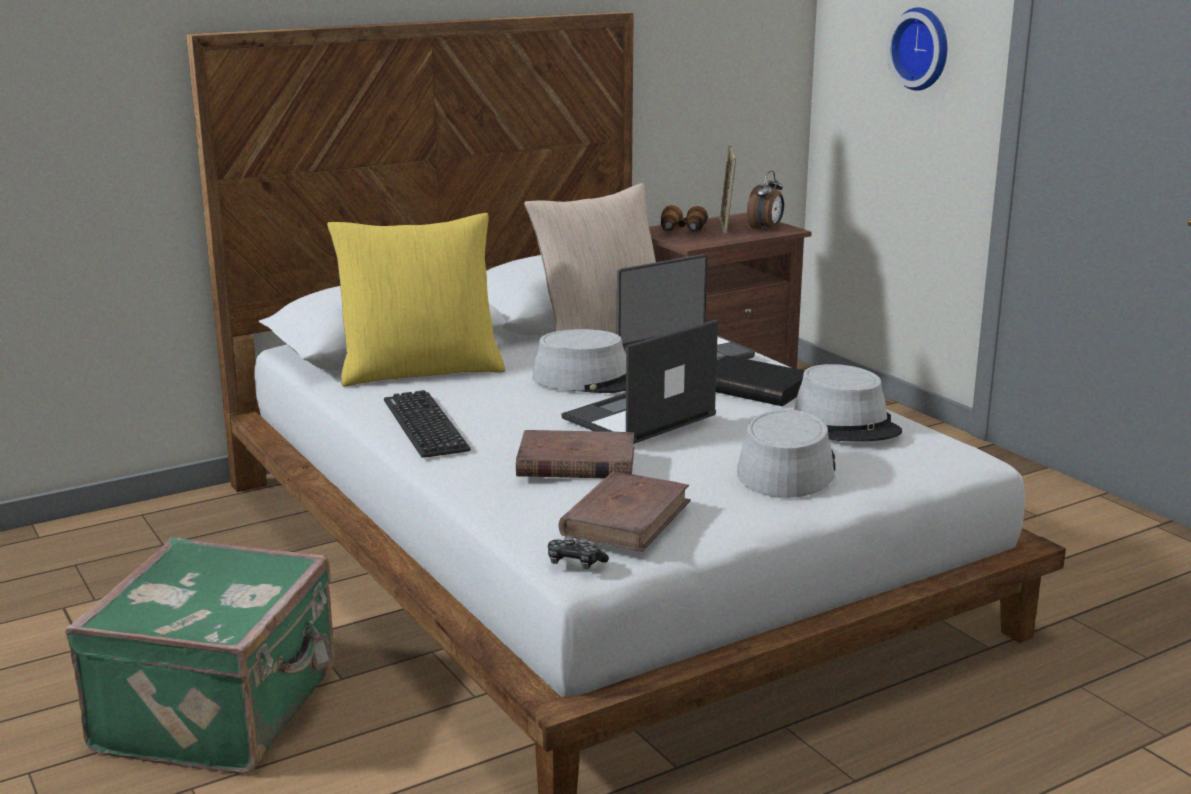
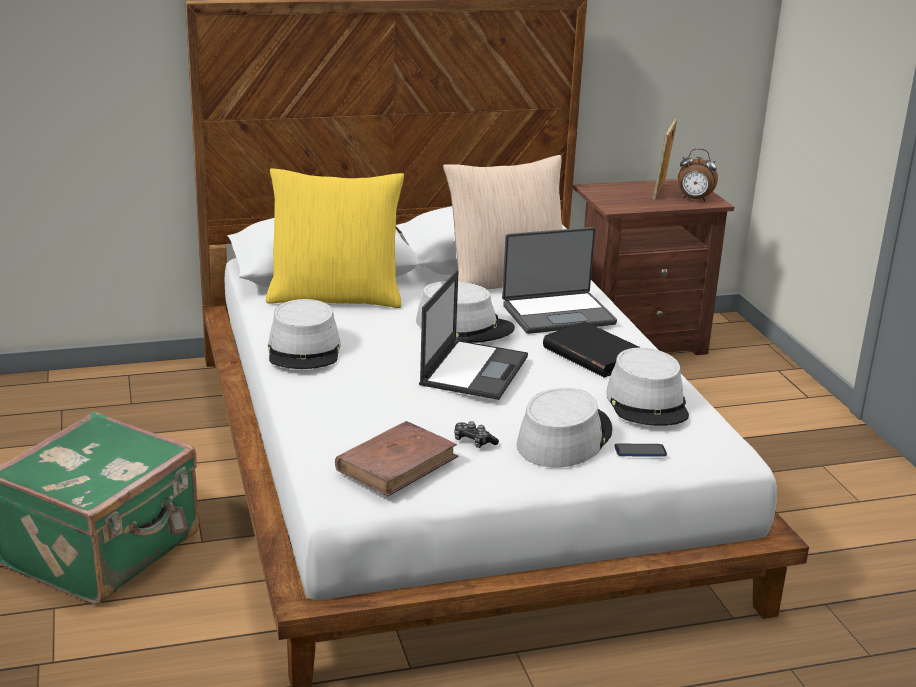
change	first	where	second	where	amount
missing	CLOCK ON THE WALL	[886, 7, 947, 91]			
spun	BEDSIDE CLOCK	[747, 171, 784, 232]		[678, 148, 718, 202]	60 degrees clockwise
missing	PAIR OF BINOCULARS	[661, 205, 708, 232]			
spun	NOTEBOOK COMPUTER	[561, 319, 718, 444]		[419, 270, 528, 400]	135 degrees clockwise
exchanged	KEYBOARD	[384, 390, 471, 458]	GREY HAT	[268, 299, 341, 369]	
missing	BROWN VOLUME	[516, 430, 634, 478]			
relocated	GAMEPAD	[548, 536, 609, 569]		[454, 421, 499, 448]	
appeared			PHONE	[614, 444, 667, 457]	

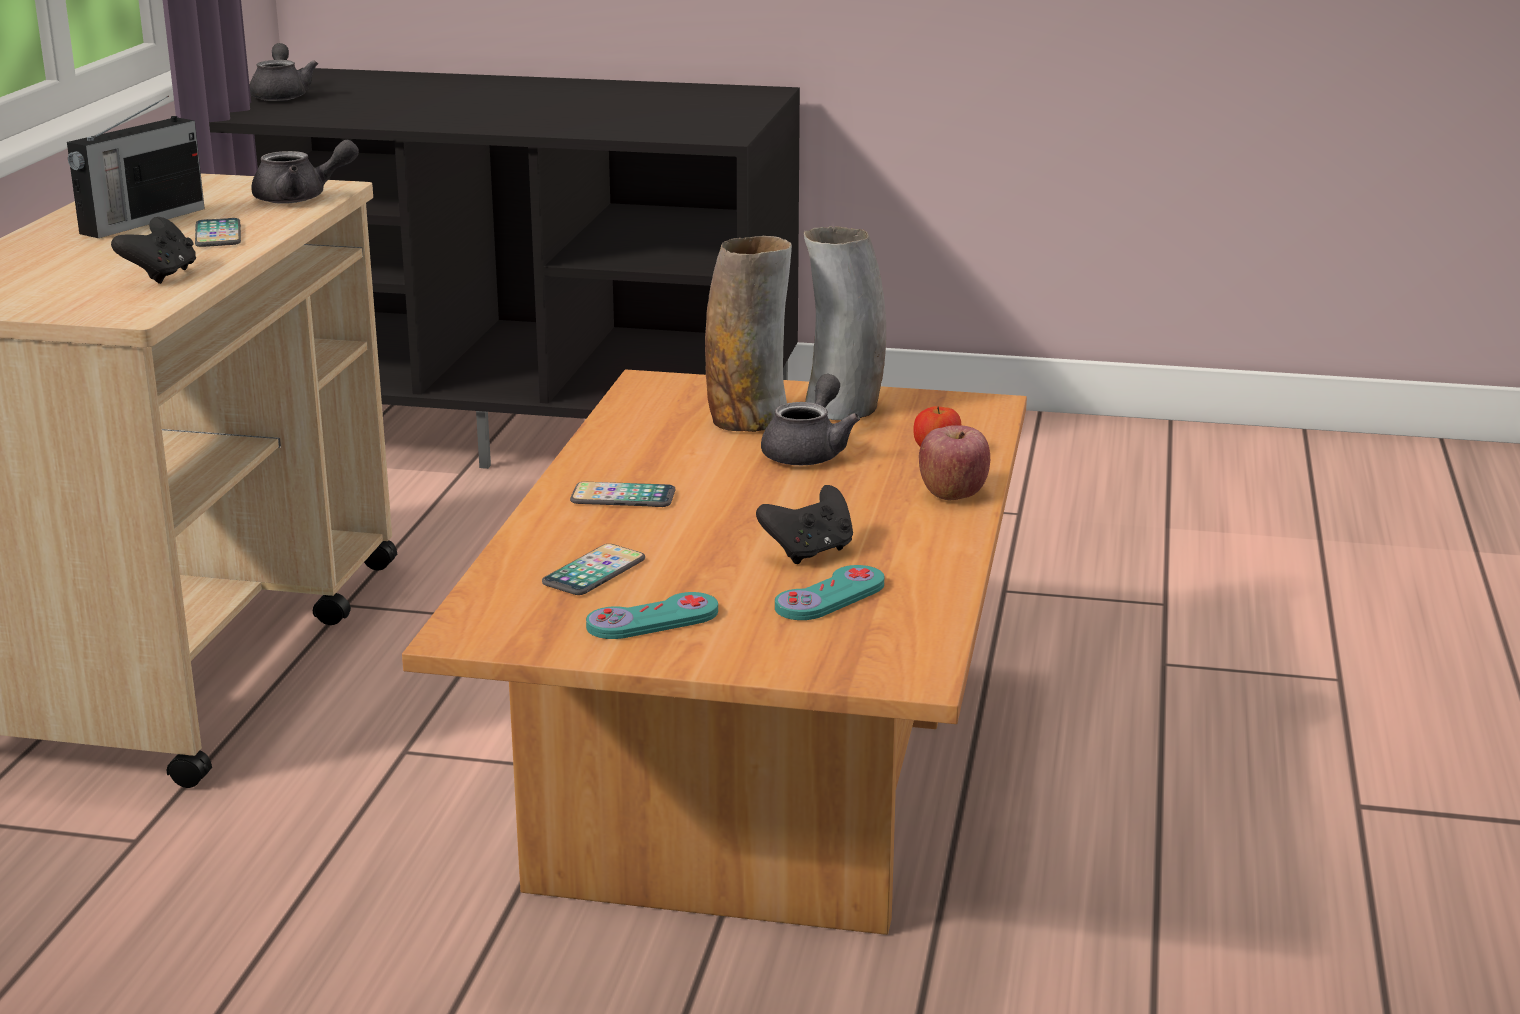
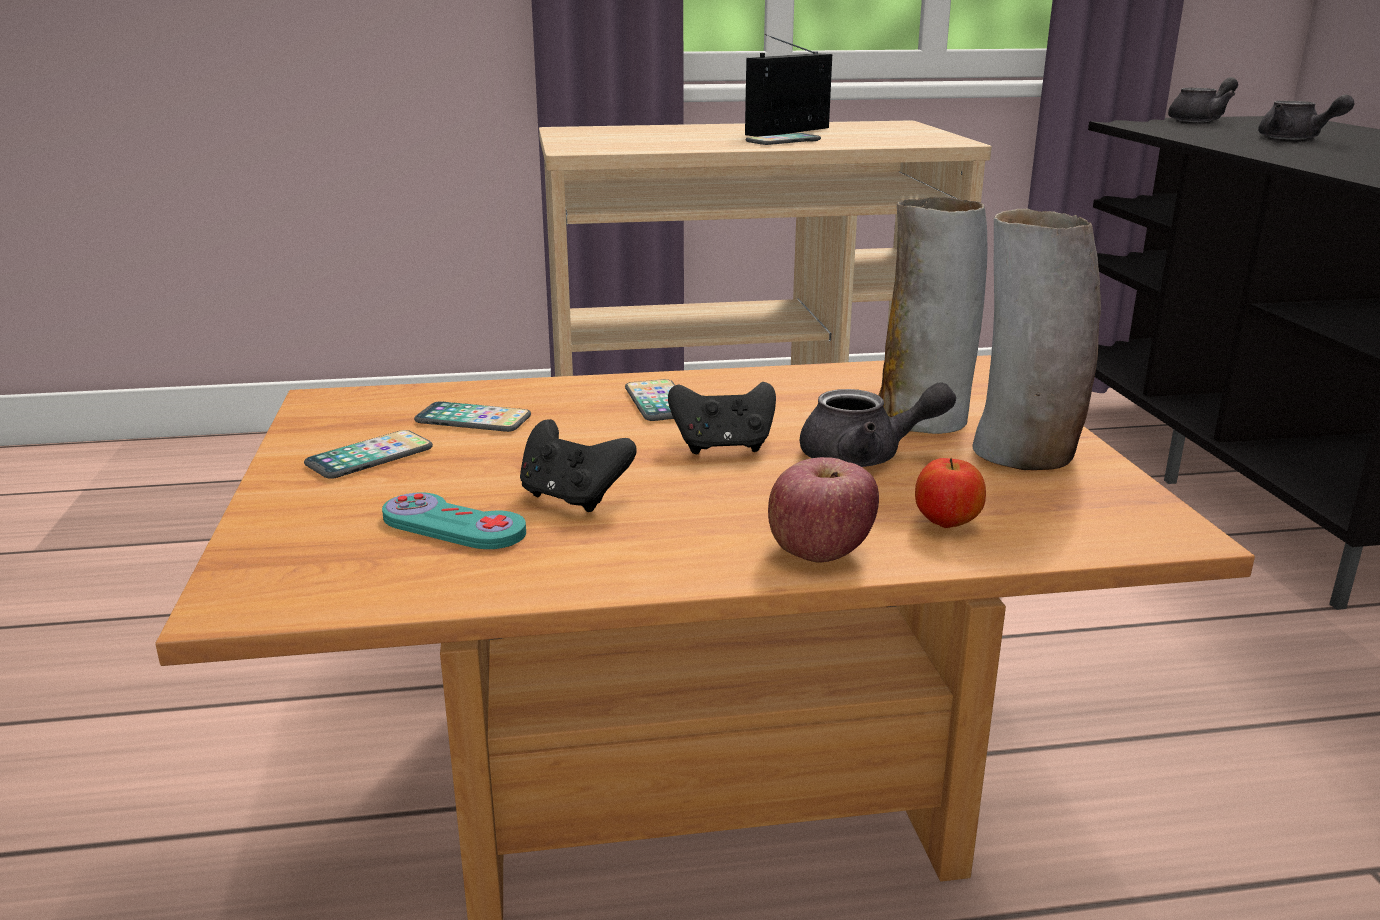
change	first	where	second	where	amount
spun	RADIO	[67, 96, 205, 238]		[745, 34, 832, 137]	120 degrees clockwise
relocated	GREY TEA POT	[251, 140, 359, 204]		[1258, 95, 1355, 140]	
relocated	BLACK-COLOURED GAMEPAD	[111, 217, 196, 284]		[668, 382, 776, 455]	
exchanged	BLUE-GREEN GAMEPAD	[586, 592, 718, 639]	PHONE	[304, 430, 433, 479]	

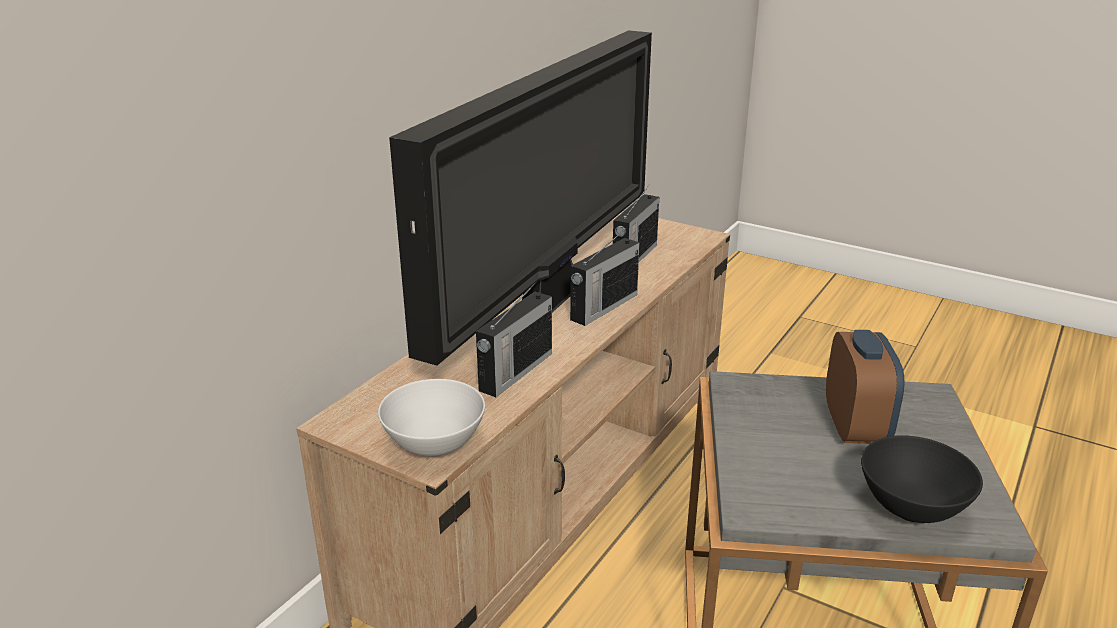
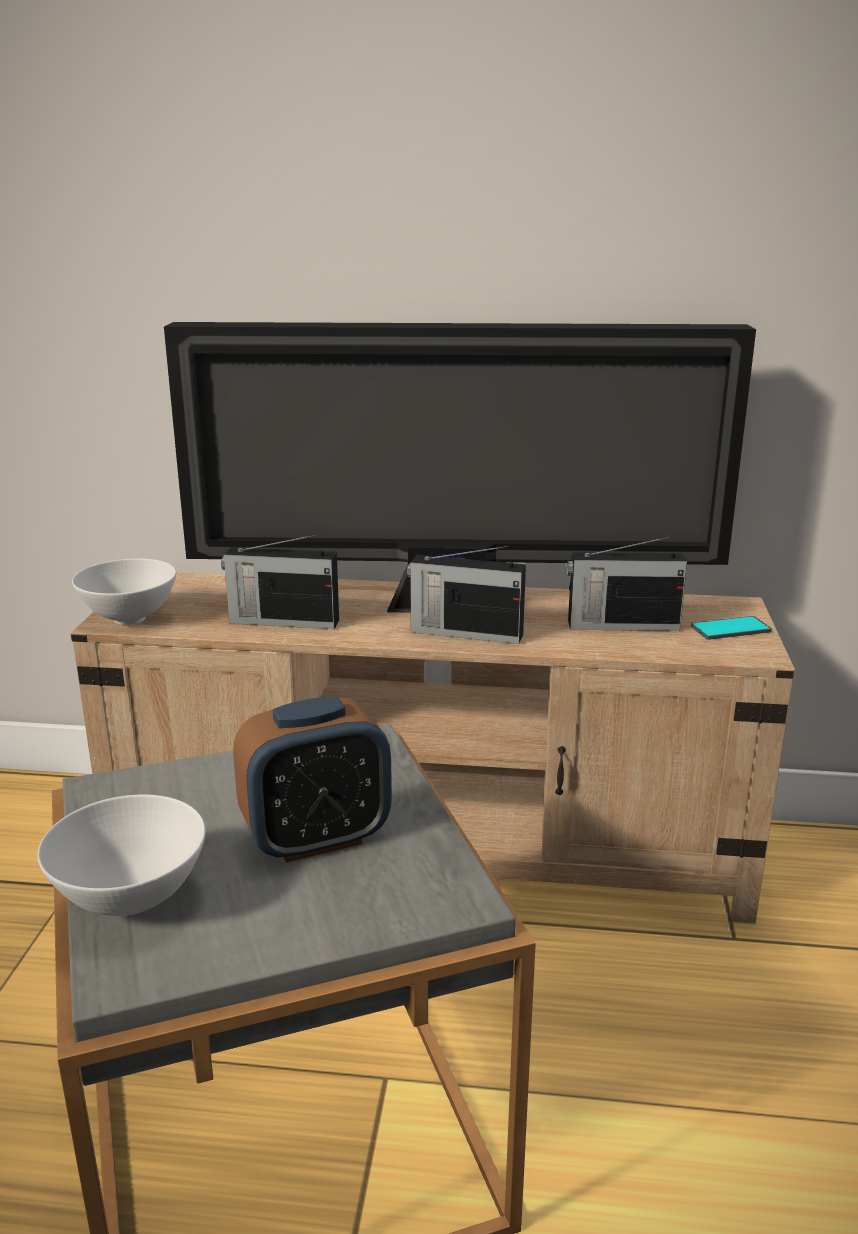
change	first	where	second	where	amount
colour	BLACK-COLOURED DEEP DISH	[861, 435, 983, 523]	WHITE DEEP DISH	[37, 794, 206, 916]	
appeared			PHONE	[691, 616, 772, 640]	

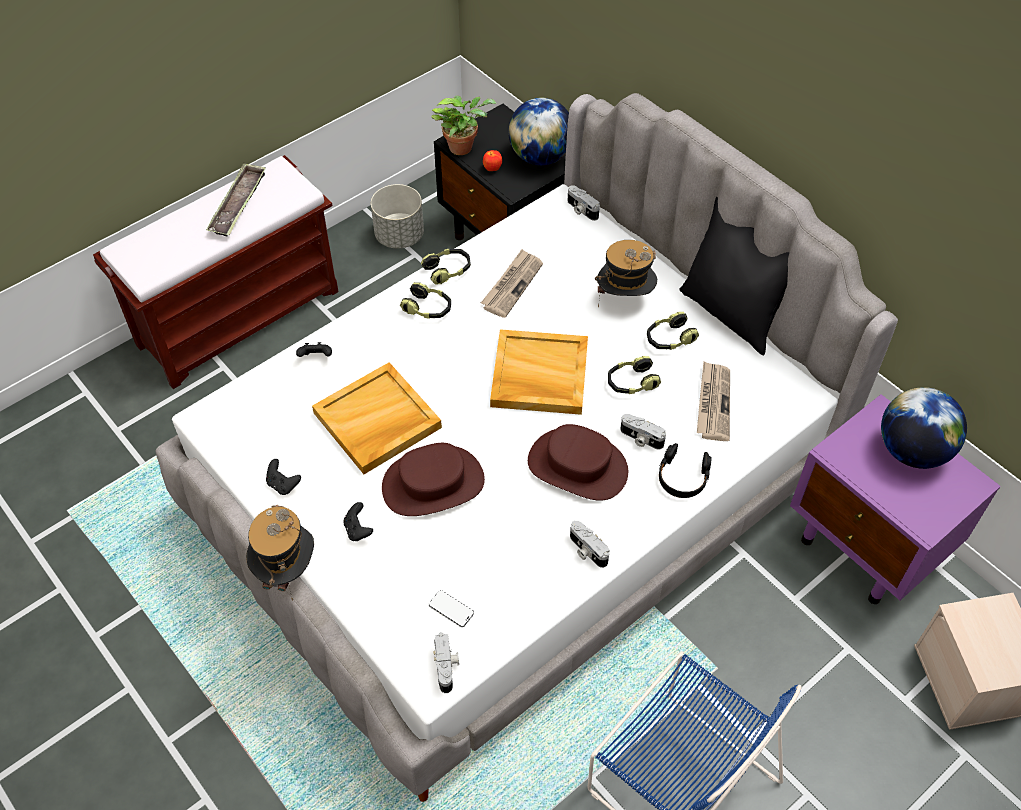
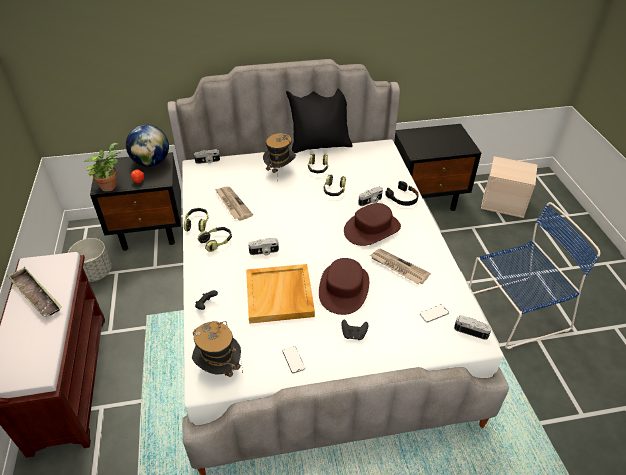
change	first	where	second	where	amount
missing	BEIGE CARRYING TRAY	[490, 329, 588, 415]			
relocated	PRINTED PAPER	[697, 361, 730, 441]		[370, 249, 431, 284]	
missing	DESK GLOBE	[881, 387, 967, 469]			
colour	PURPLISH BEDSIDE TABLE	[790, 394, 1001, 604]	BLACK-COLOURED BEDSIDE TABLE	[394, 124, 481, 211]	
exchanged	BLACK-COLOURED GAMEPAD	[266, 459, 301, 495]	PHONE	[282, 346, 305, 374]	
relocated	HAT	[246, 505, 314, 601]		[192, 321, 243, 377]	
relocated	STILL CAMERA	[570, 521, 609, 568]		[248, 238, 279, 255]	

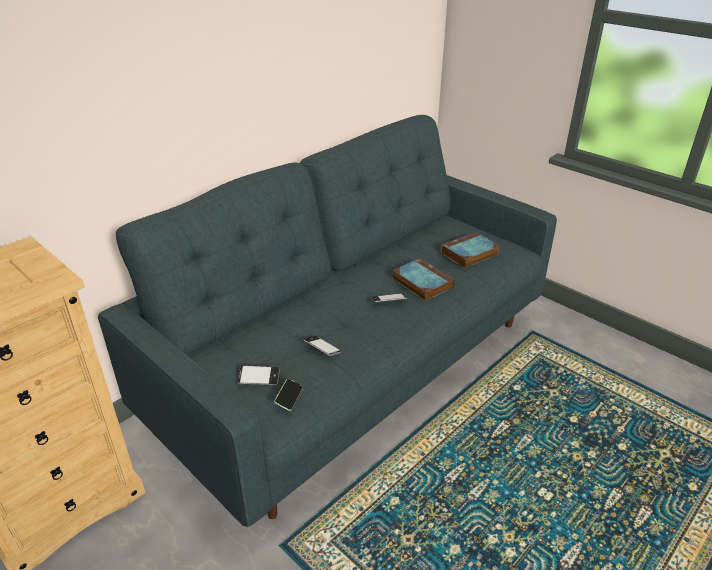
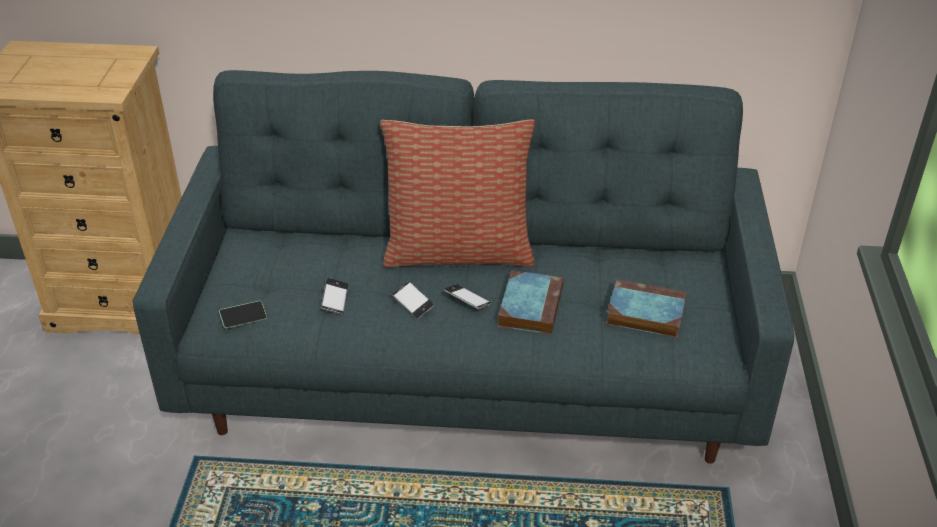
change	first	where	second	where	amount
relocated	PHONE	[238, 365, 280, 385]		[392, 281, 435, 319]	
appeared			PILLOW	[380, 120, 535, 268]	

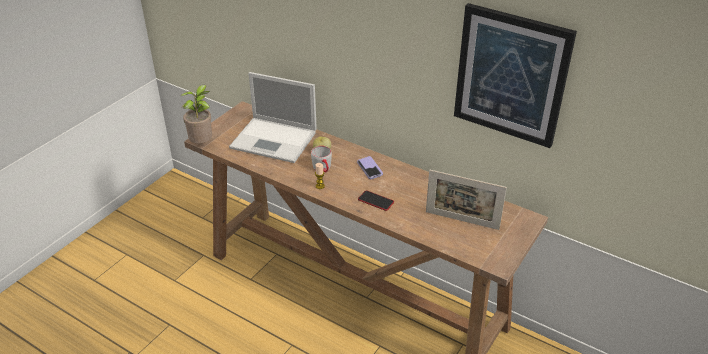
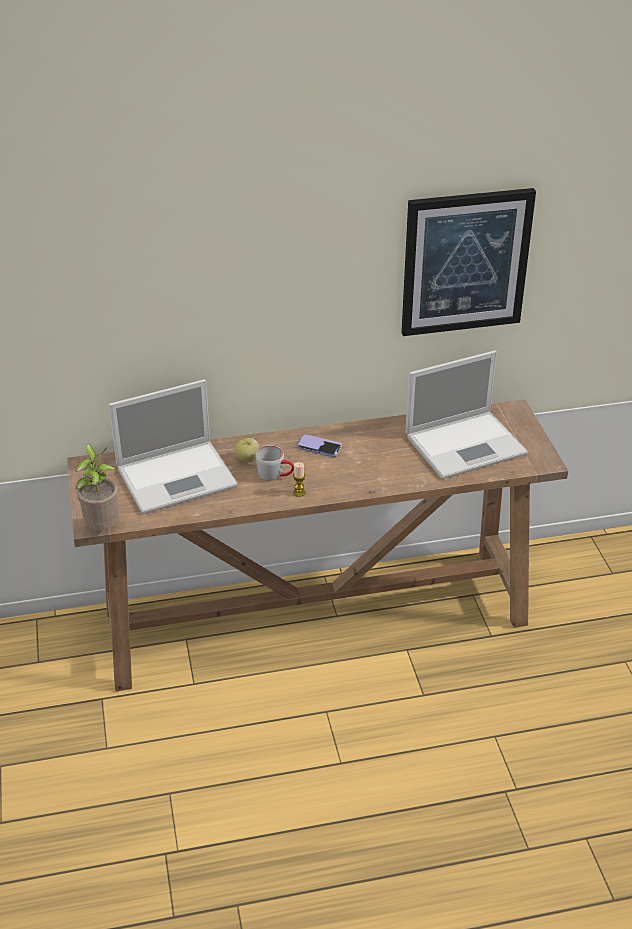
change	first	where	second	where	amount
exchanged	PICTURE FRAME	[426, 170, 507, 230]	NOTEBOOK COMPUTER	[405, 350, 528, 479]	
missing	PHONE	[358, 190, 394, 211]			

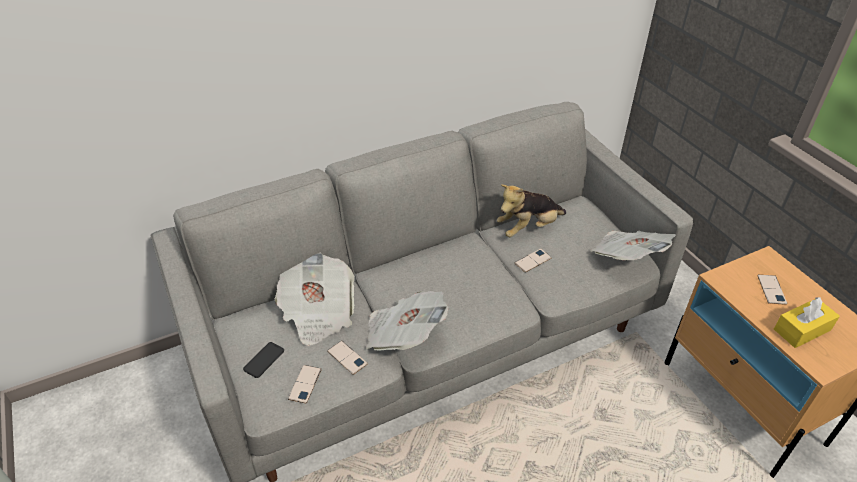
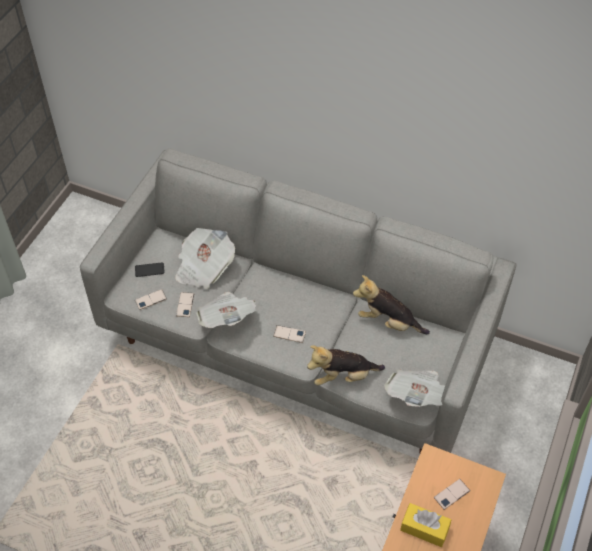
change	first	where	second	where	amount
relocated	PHONE	[515, 249, 552, 273]		[273, 325, 306, 343]	
appeared			CUDDLY TOY	[307, 345, 385, 386]	

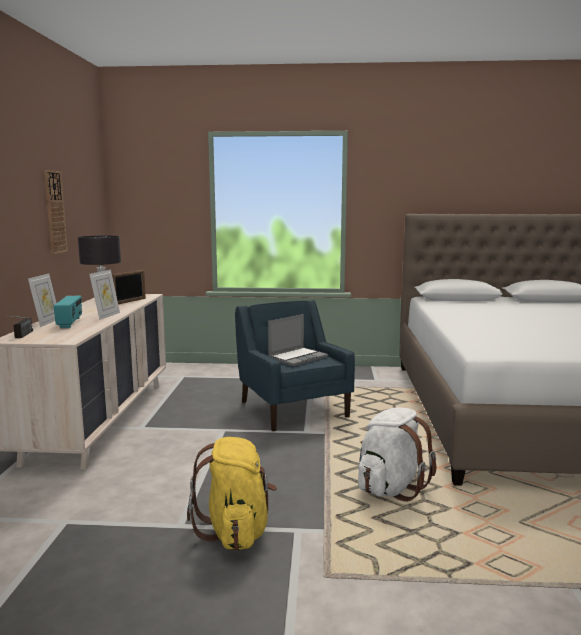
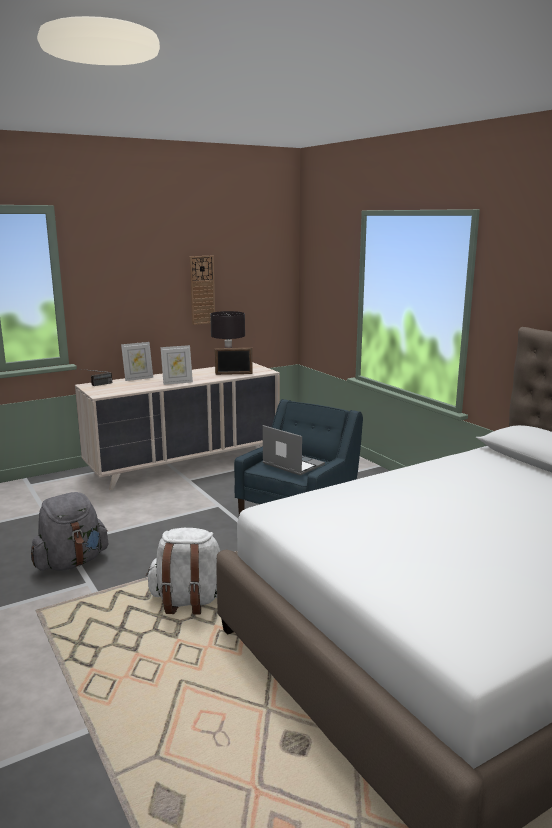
change	first	where	second	where	amount
missing	RADIO	[54, 295, 82, 328]			
spun	NOTEBOOK COMPUTER	[268, 314, 328, 366]		[263, 425, 325, 476]	150 degrees counterclockwise
colour	YELLOW-COLOURED BACKPACK	[187, 437, 277, 551]	GREY BACKPACK	[31, 492, 108, 571]	

